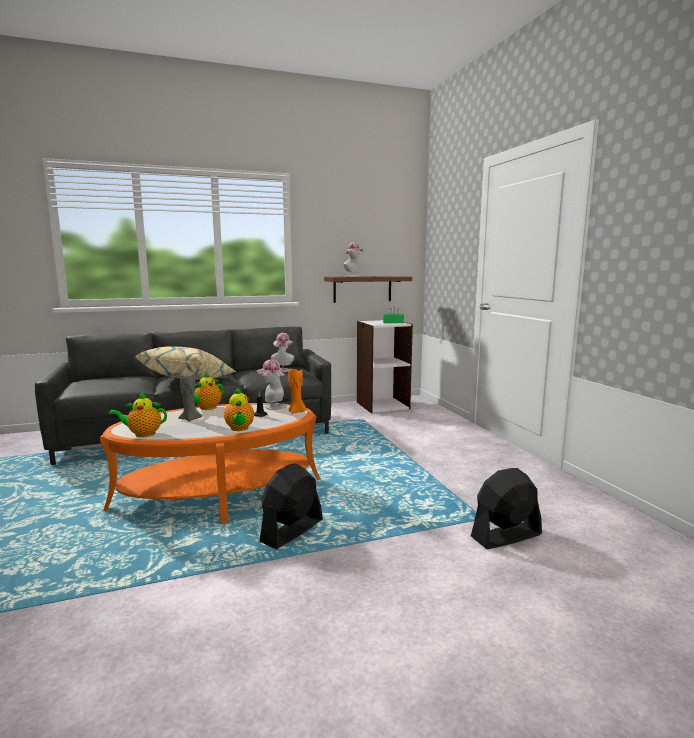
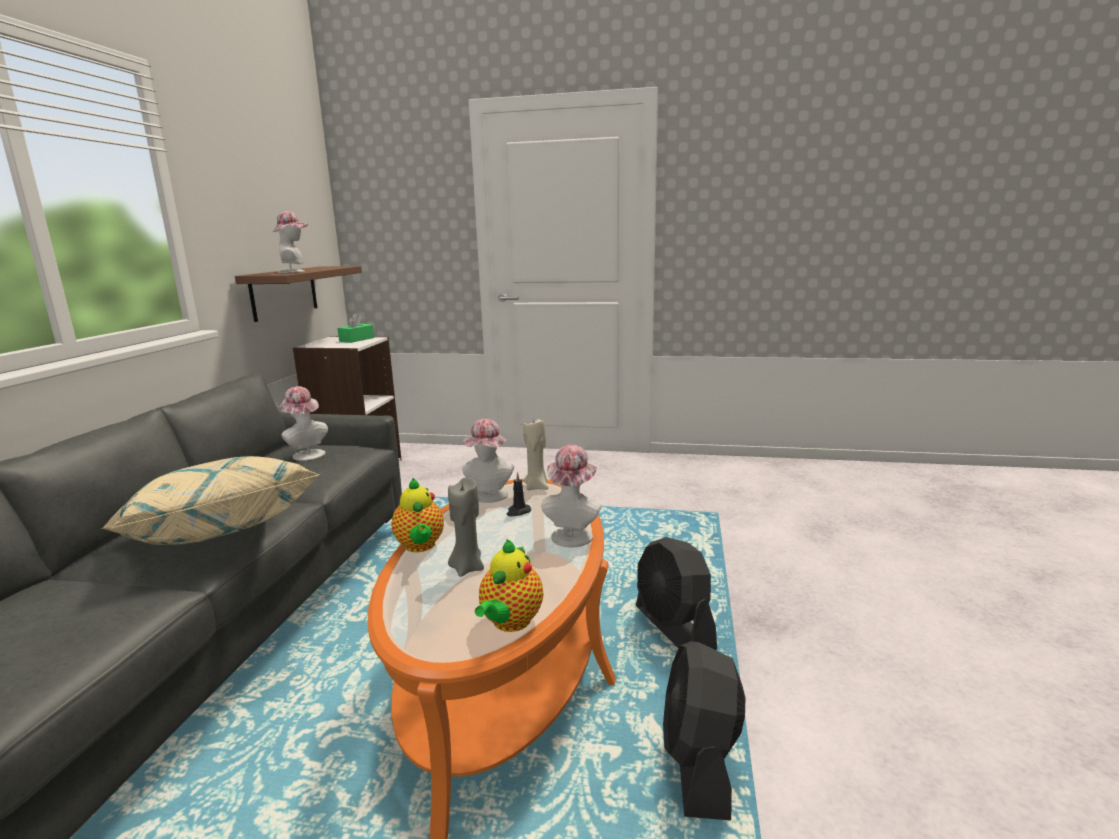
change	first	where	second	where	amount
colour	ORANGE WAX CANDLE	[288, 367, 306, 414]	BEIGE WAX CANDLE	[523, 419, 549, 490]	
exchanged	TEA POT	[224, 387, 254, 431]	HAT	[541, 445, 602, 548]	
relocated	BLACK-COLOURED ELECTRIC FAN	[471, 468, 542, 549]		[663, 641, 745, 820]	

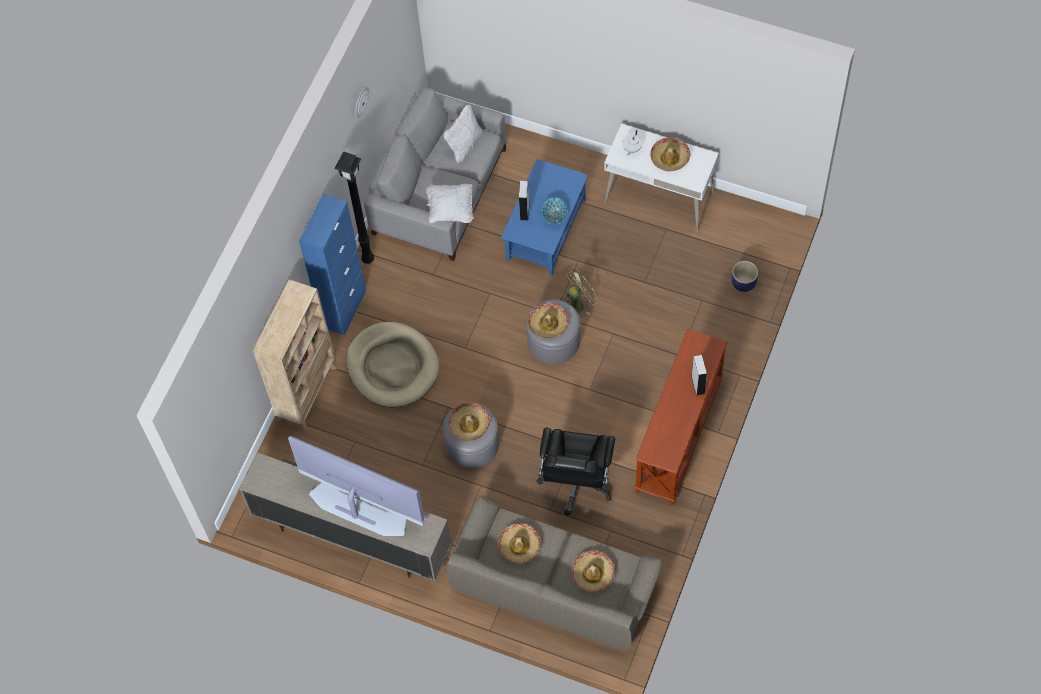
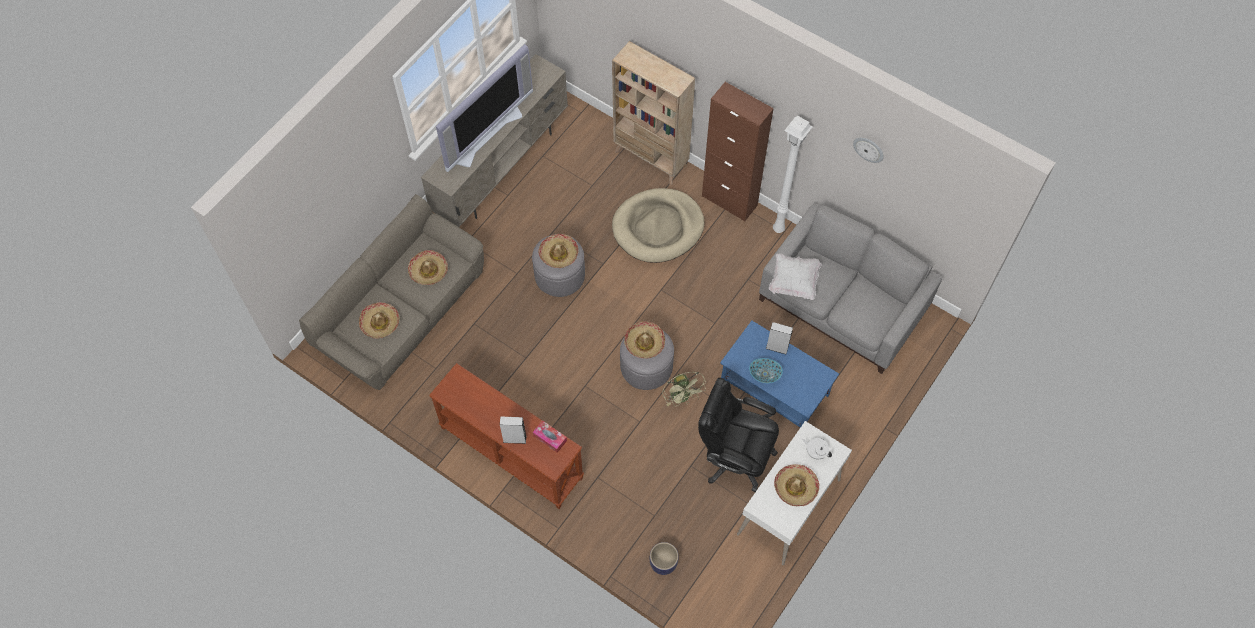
change	first	where	second	where	amount
missing	WHITE PILLOW	[444, 105, 483, 163]			
colour	BLACK-COLOURED STANDING LAMP	[335, 151, 374, 264]	WHITE STANDING LAMP	[773, 116, 813, 233]	
colour	BLUISH CUPBOARD	[299, 194, 366, 336]	BROWN CUPBOARD	[702, 82, 774, 221]	
relocated	BLACK-COLOURED COMPUTER CHAIR	[537, 427, 615, 516]		[698, 378, 779, 492]	
appeared			TISSUE HOLDER	[533, 420, 567, 453]	

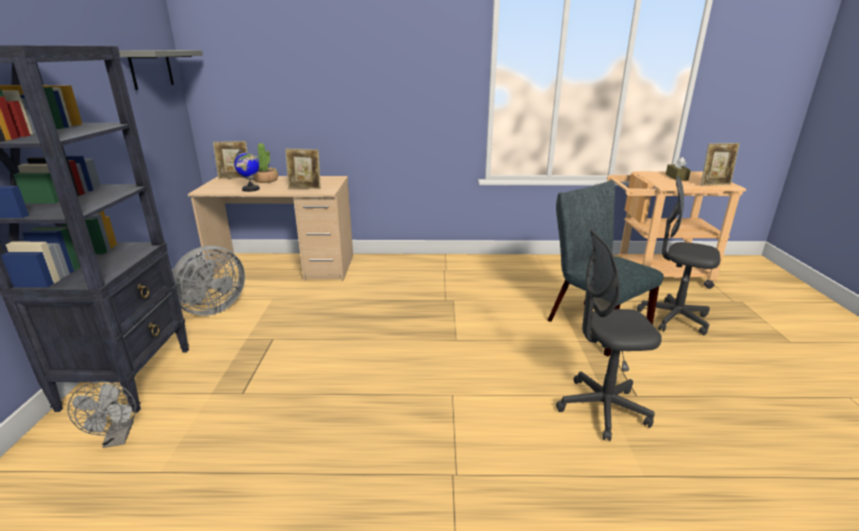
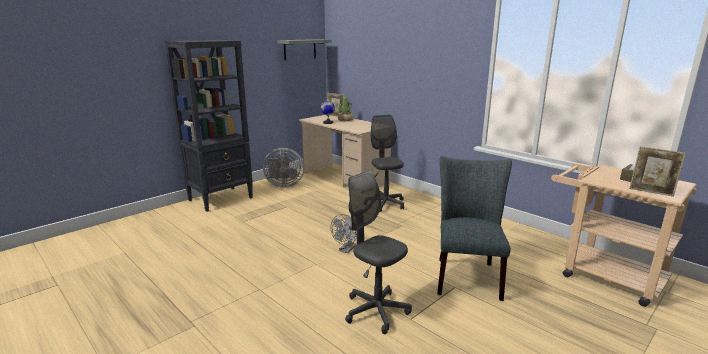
change	first	where	second	where	amount
missing	PICTURE FRAME	[285, 148, 321, 189]			
relocated	GREY COMPUTER CHAIR	[637, 176, 720, 335]		[371, 115, 404, 213]	
relocated	GREY ELECTRIC FAN	[68, 381, 136, 448]		[331, 214, 357, 253]	

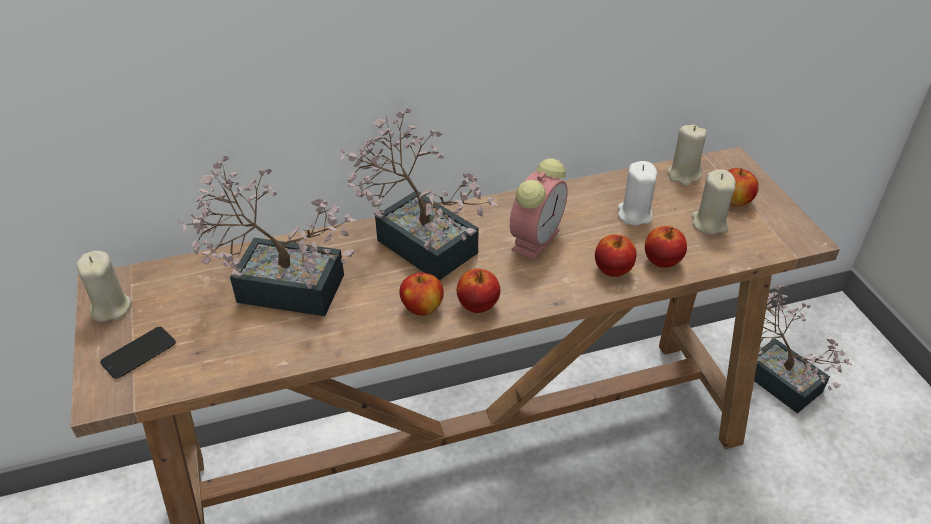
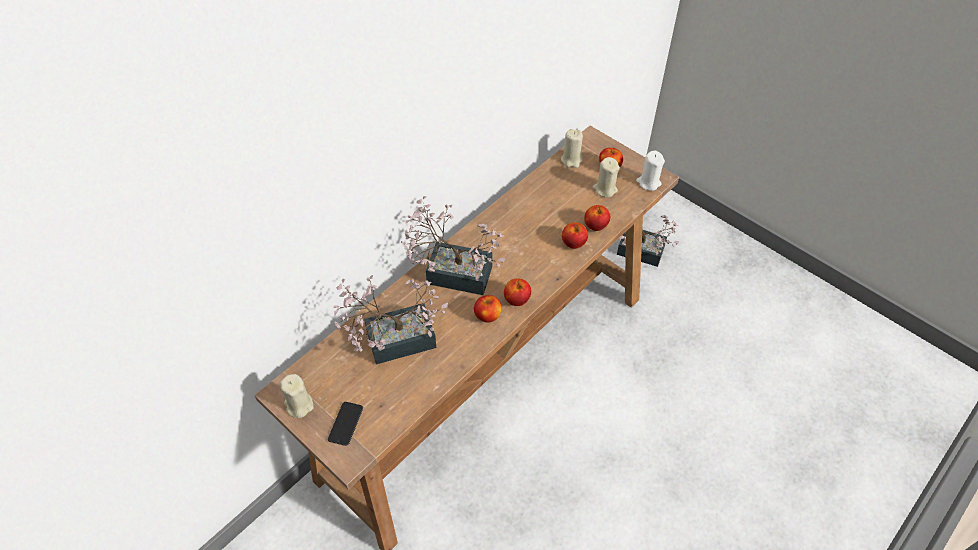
change	first	where	second	where	amount
missing	BEDSIDE CLOCK	[510, 158, 568, 260]			
relocated	WHITE WAX CANDLE	[618, 161, 657, 226]		[636, 151, 665, 191]	

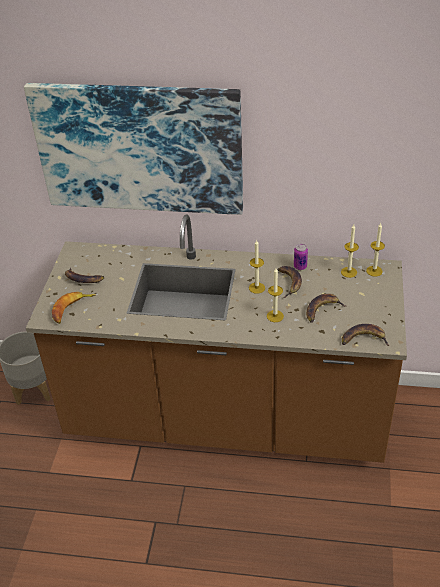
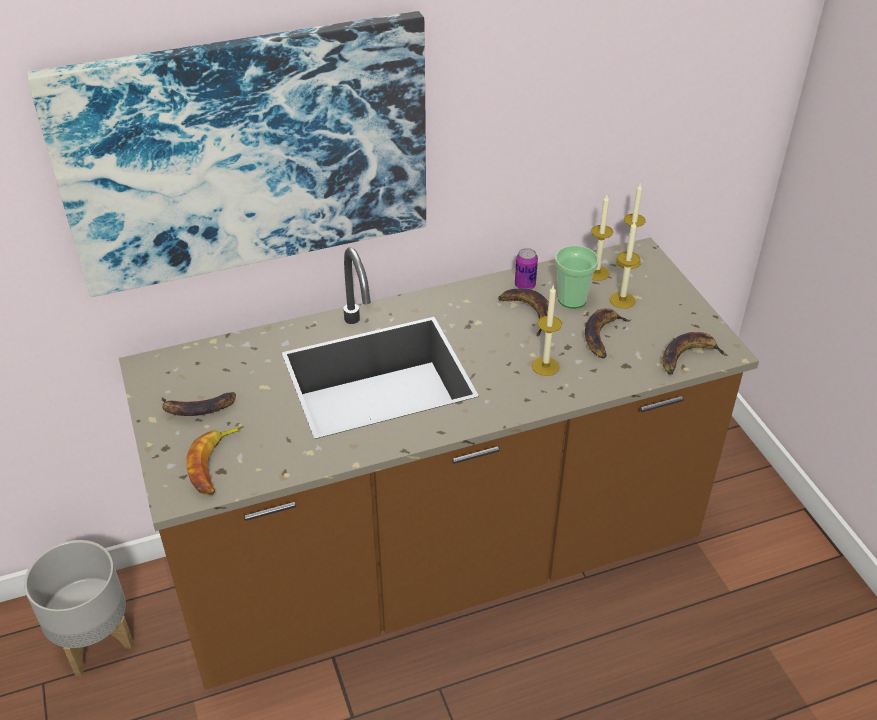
change	first	where	second	where	amount
relocated	WAX CANDLE	[249, 240, 265, 294]		[609, 220, 640, 309]	
appeared			SMALL CUP	[555, 245, 599, 309]	

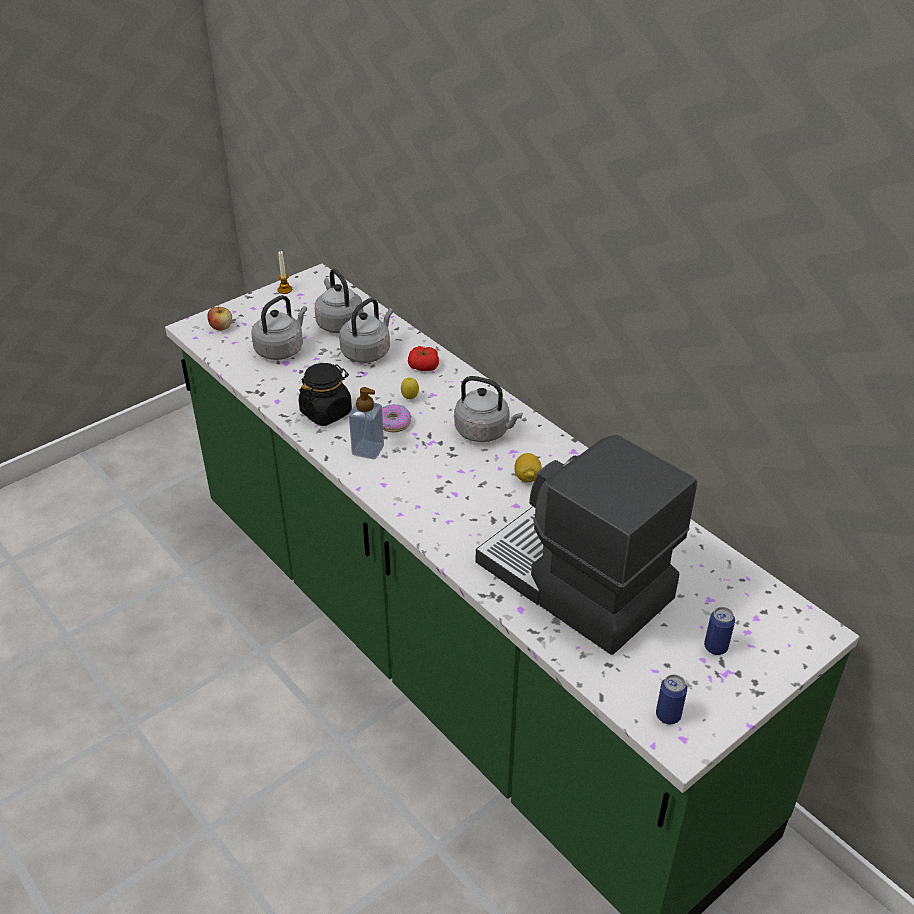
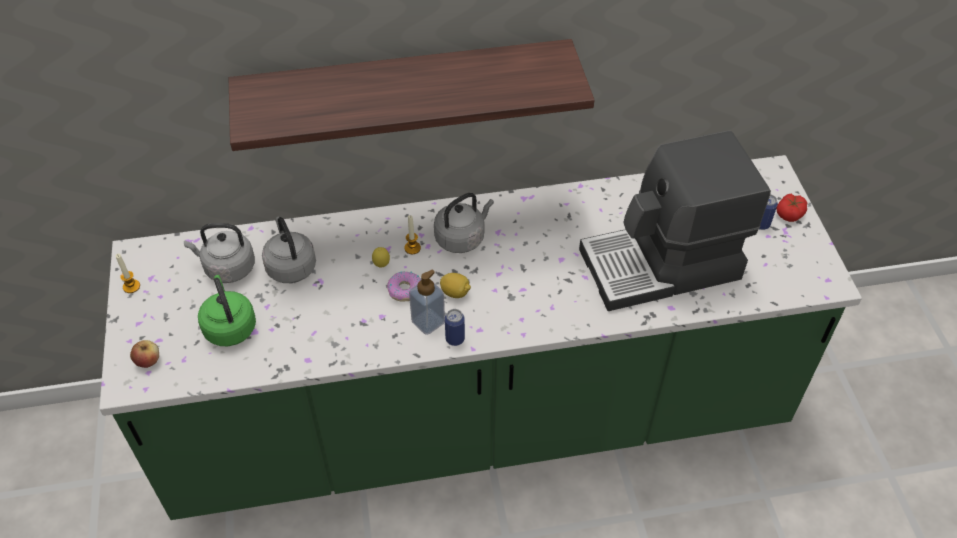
change	first	where	second	where	amount
colour	GREY TEA KETTLE	[251, 295, 307, 360]	GREENISH TEA KETTLE	[198, 275, 256, 346]	
relocated	FRESH TOMATO	[408, 346, 439, 371]		[776, 194, 807, 222]	
missing	BLACK-COLOURED PRESERVE JAR	[299, 363, 352, 426]			
relocated	LEMON	[514, 453, 542, 482]		[440, 273, 471, 298]	
relocated	SEALED CAN	[656, 674, 687, 724]		[445, 309, 465, 346]	
appeared			WALL SHELF	[229, 39, 594, 151]	
appeared			WAX CANDLE	[404, 215, 421, 254]	

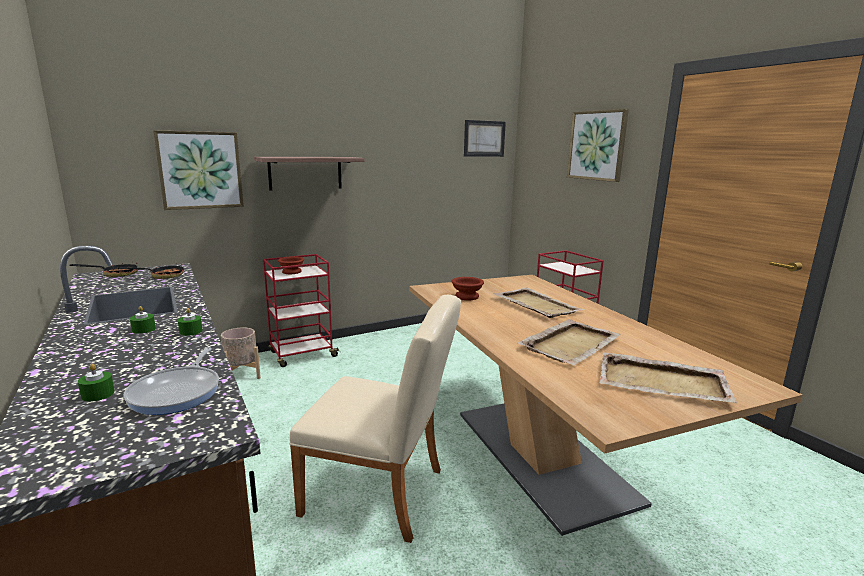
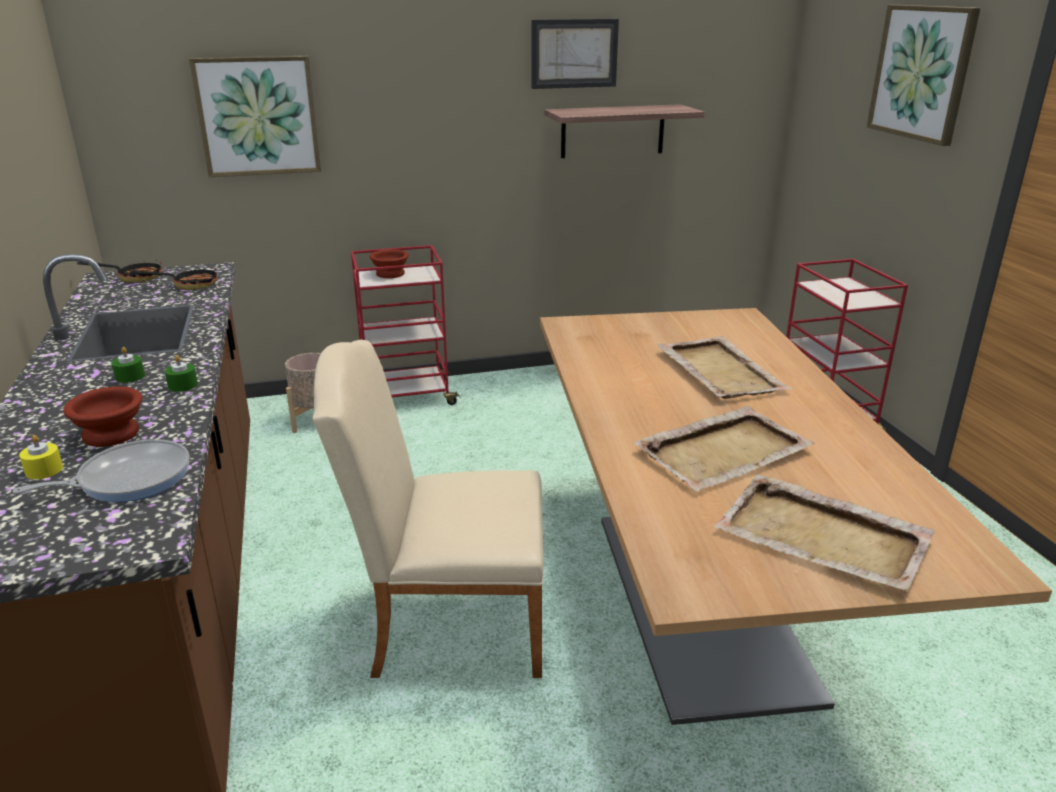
change	first	where	second	where	amount
relocated	PICTURE	[464, 120, 506, 157]		[531, 19, 619, 89]	
relocated	WALL SHELF	[254, 157, 365, 191]		[544, 104, 705, 158]	
relocated	BROWN DEEP DISH	[451, 277, 484, 300]		[63, 386, 143, 447]	
spun	BEIGE PLAIN CHAIR	[289, 295, 461, 543]		[312, 340, 544, 678]	150 degrees clockwise
spun	SKILLET	[123, 348, 219, 415]		[13, 439, 190, 502]	135 degrees counterclockwise
colour	GREENISH WAX CANDLE	[78, 364, 115, 402]	YELLOW-COLOURED WAX CANDLE	[19, 435, 63, 479]	

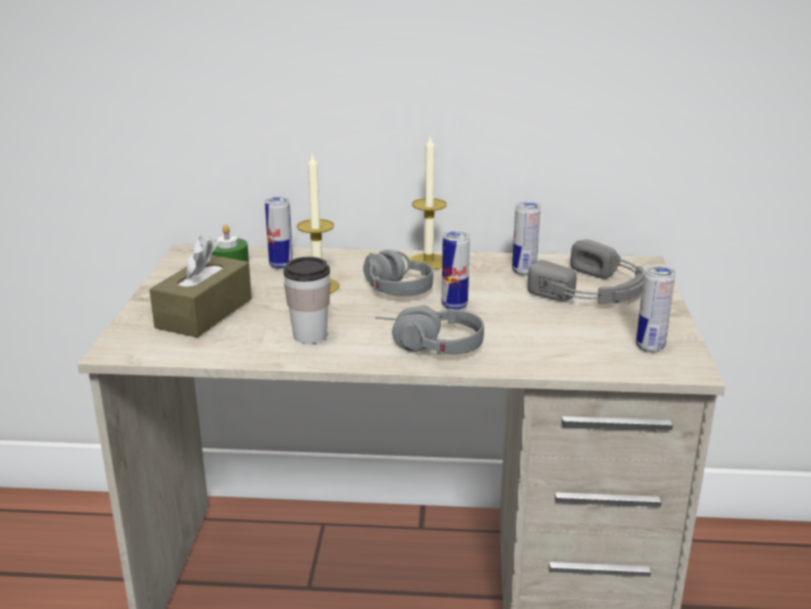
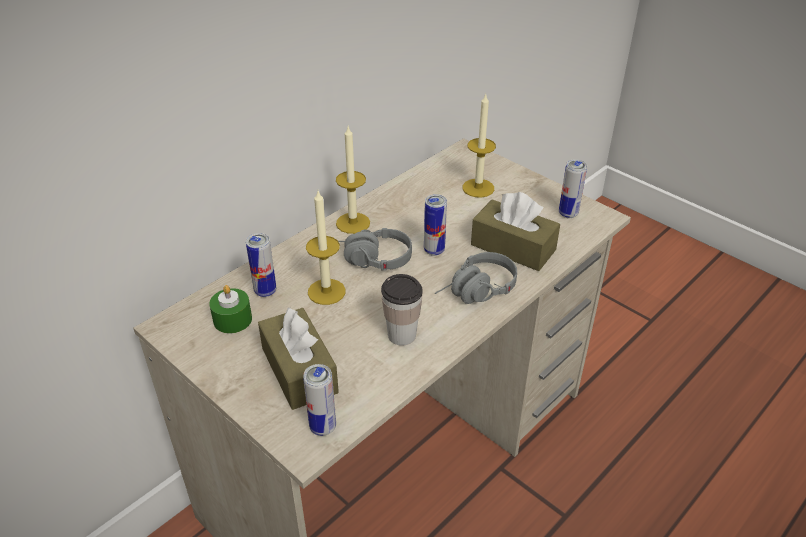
change	first	where	second	where	amount
relocated	SEALED CAN	[512, 201, 541, 276]		[303, 364, 336, 436]	
exchanged	GREY PAIR OF HEADPHONES	[527, 239, 644, 304]	WAX CANDLE	[463, 94, 496, 198]	
appeared			BROWN TISSUE HOLDER	[471, 192, 560, 271]	

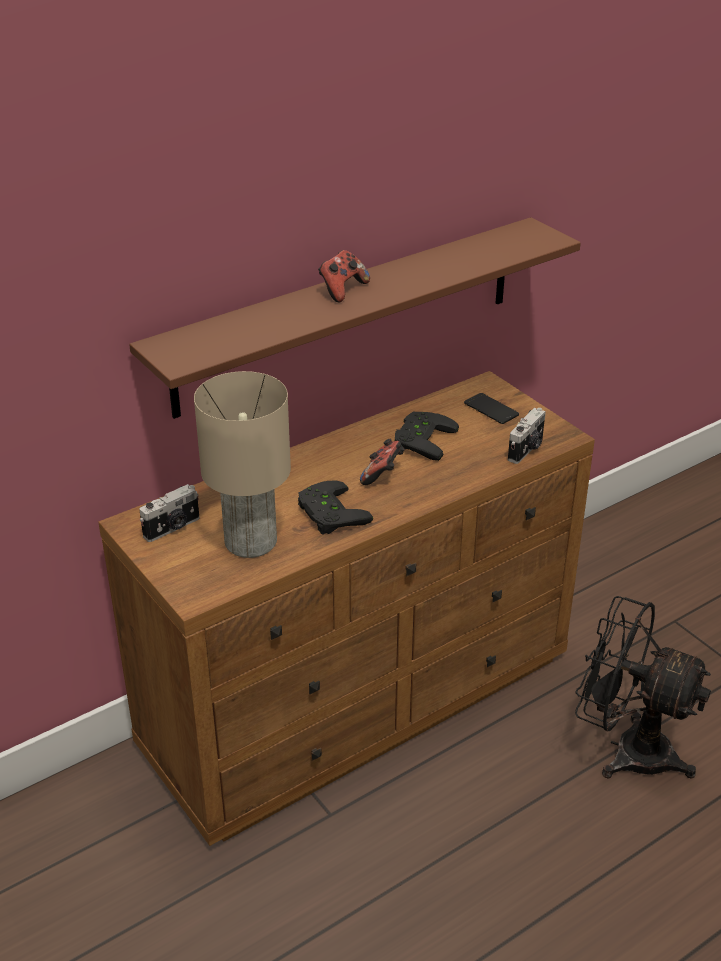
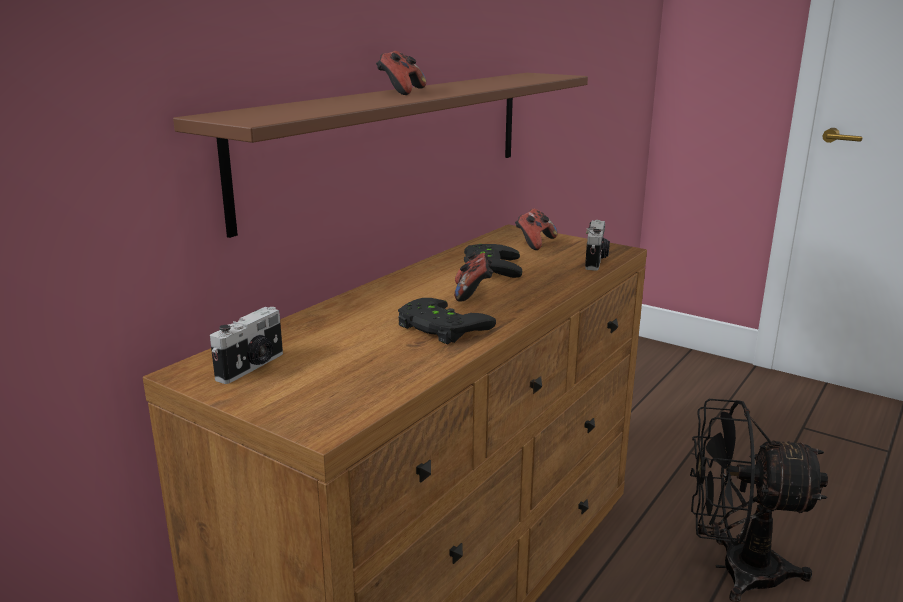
change	first	where	second	where	amount
missing	BEIGE TABLETOP LAMP	[194, 371, 291, 558]			
exchanged	PHONE	[464, 393, 519, 424]	GAMEPAD	[515, 208, 558, 250]	

